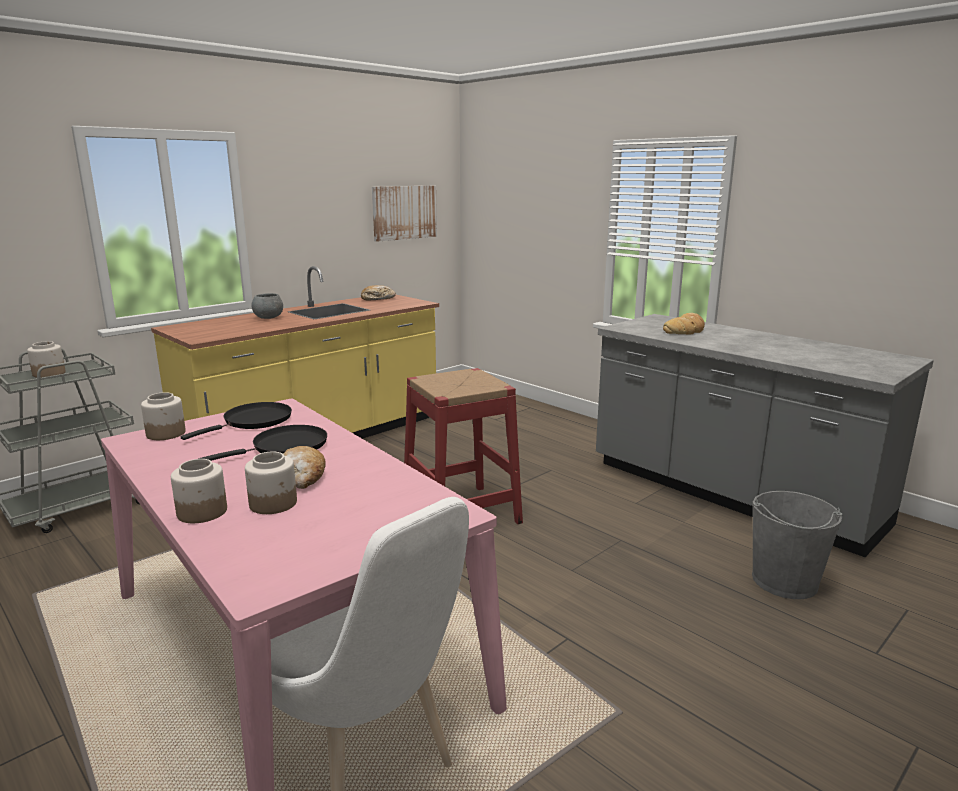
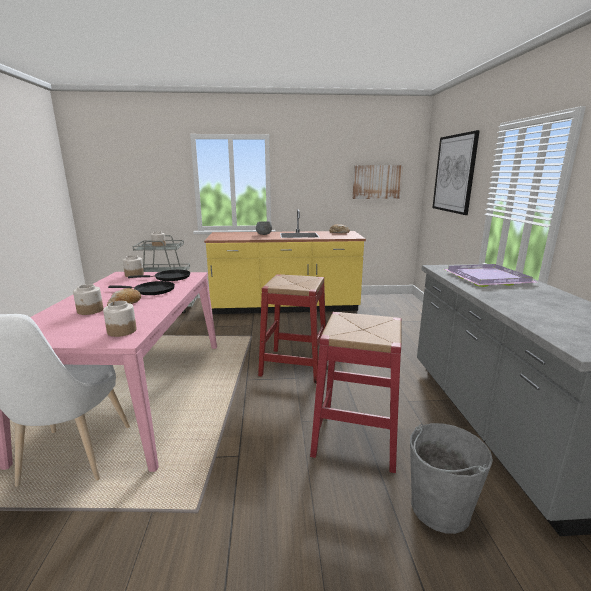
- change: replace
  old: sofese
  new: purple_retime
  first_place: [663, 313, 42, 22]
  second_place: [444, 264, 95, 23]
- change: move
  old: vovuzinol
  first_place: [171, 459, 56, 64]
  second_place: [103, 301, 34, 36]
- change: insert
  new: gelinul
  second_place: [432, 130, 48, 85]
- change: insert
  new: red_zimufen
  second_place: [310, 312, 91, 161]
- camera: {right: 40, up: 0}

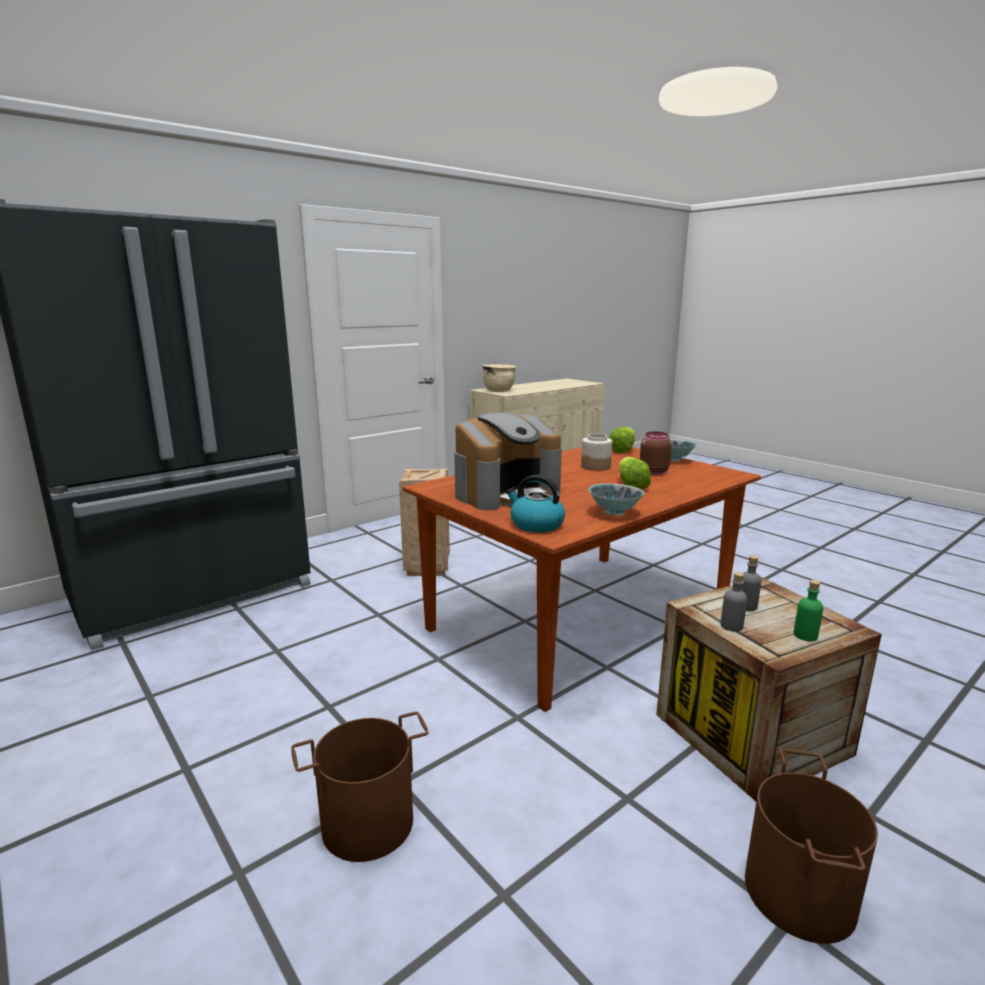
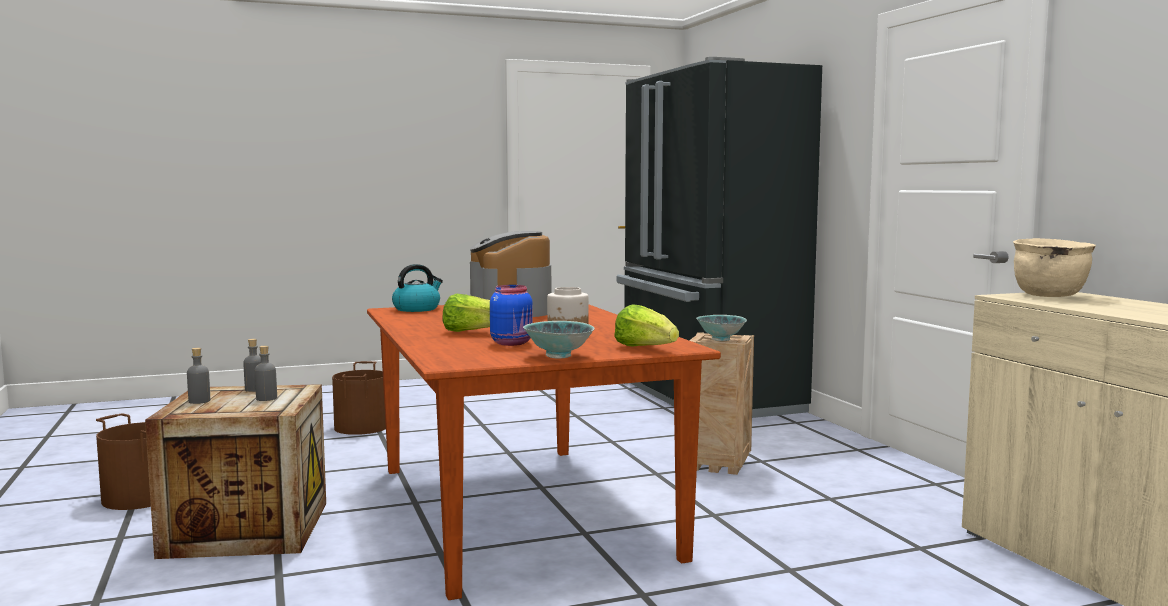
- change: recolor
  old: brown_vovuzinol
  new: blue_vovuzinol
  first_place: [640, 431, 32, 44]
  second_place: [490, 285, 43, 61]
- change: move
  old: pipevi
  first_place: [589, 483, 56, 33]
  second_place: [696, 315, 51, 26]
- change: recolor
  old: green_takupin
  new: grey_takupin
  first_place: [794, 580, 29, 61]
  second_place: [187, 348, 23, 56]
- camera: {right: 110, up: -10}

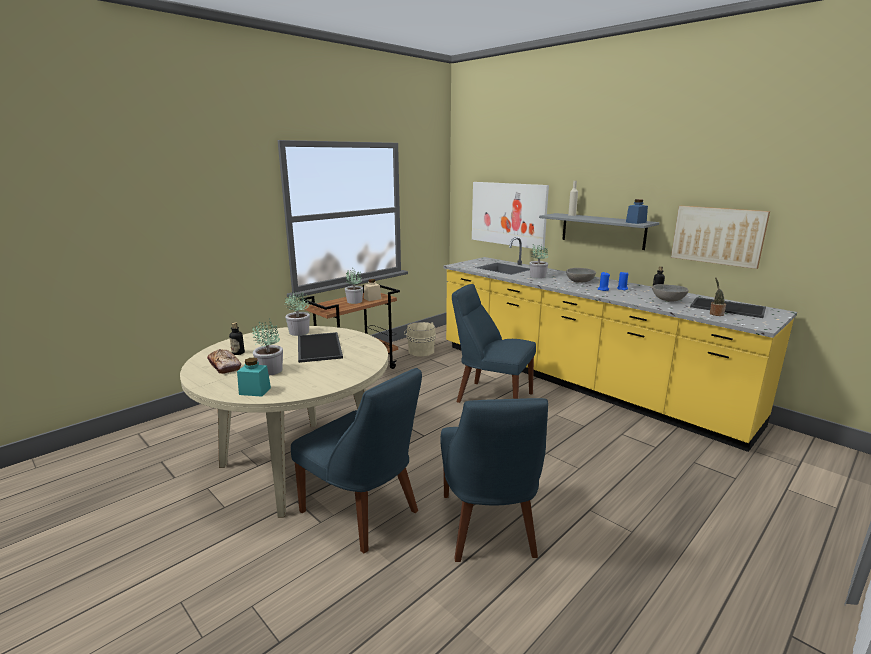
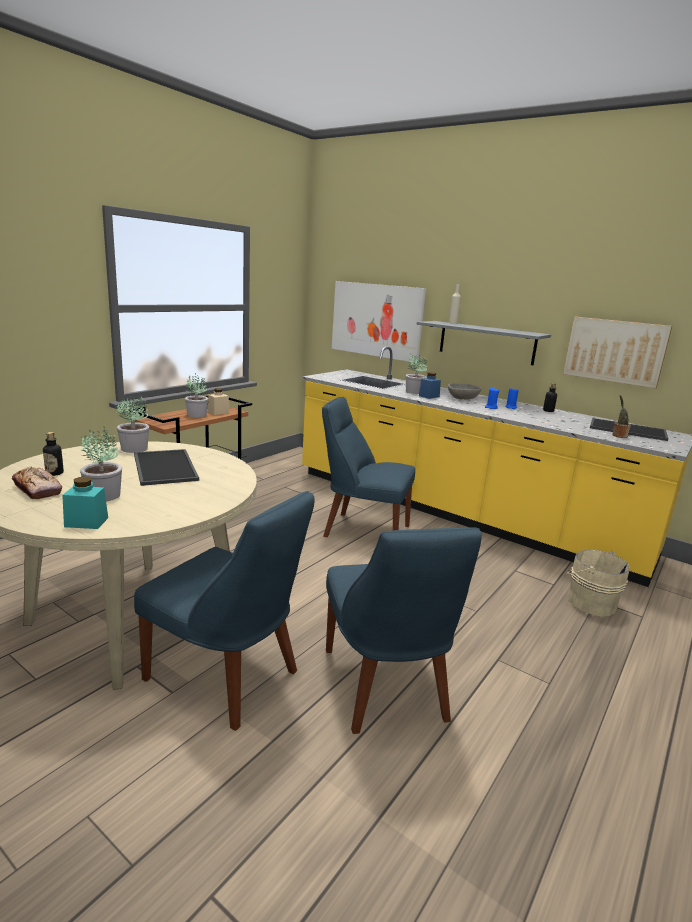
- change: move
  old: blue_vovuzinol
  first_place: [626, 199, 22, 25]
  second_place: [419, 372, 22, 27]
- change: delete
  old: grey_pipevi
  first_place: [652, 284, 37, 18]
- change: move
  old: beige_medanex
  first_place: [404, 322, 32, 35]
  second_place: [567, 550, 63, 67]
- camera: {right: -10, up: 0}

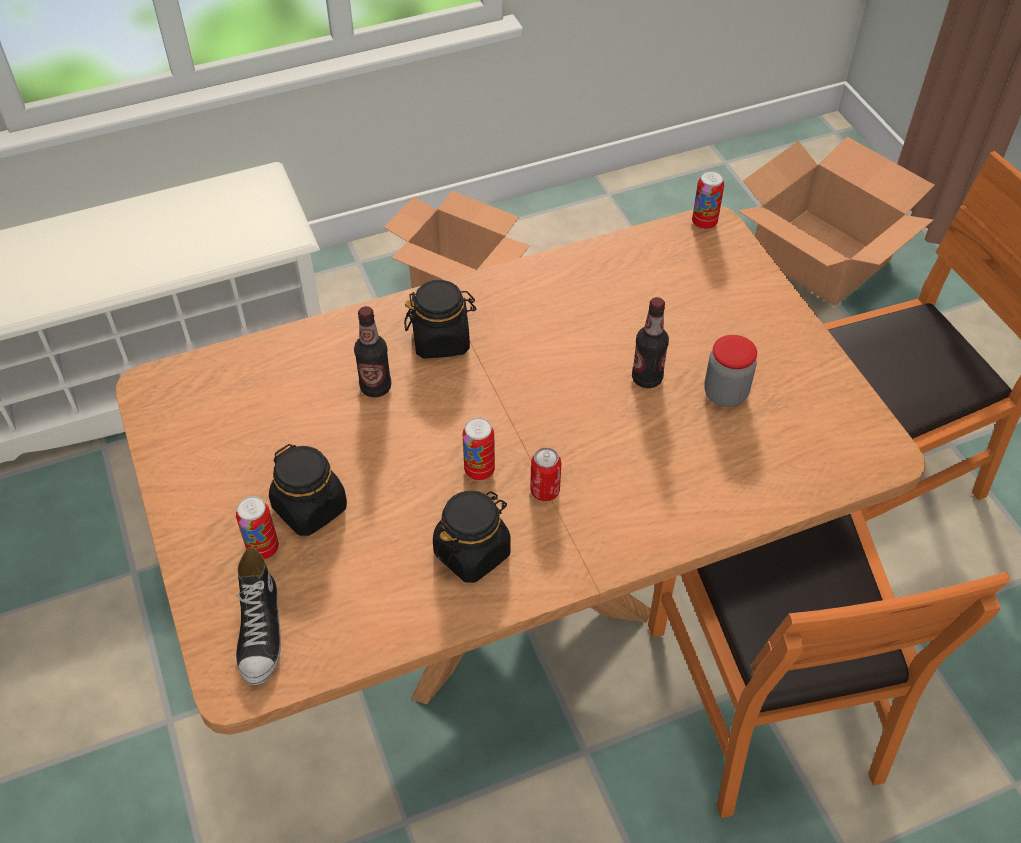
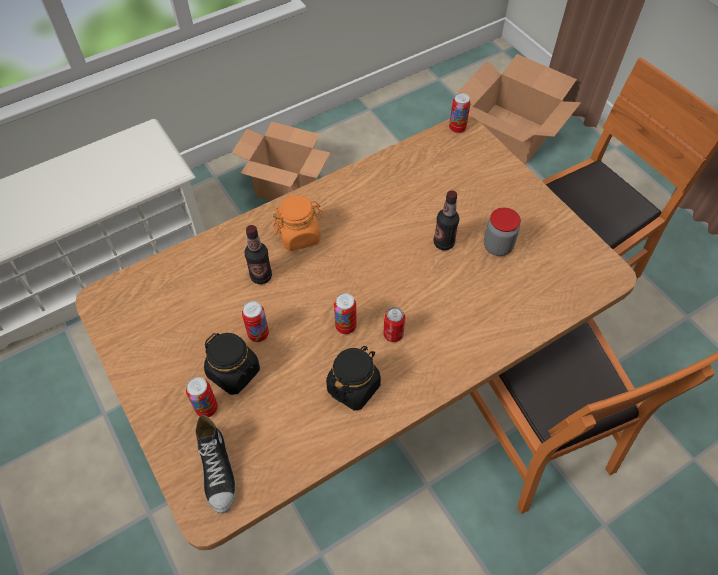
- change: recolor
  old: black_vovuzinol
  new: orange_vovuzinol
  first_place: [404, 280, 73, 79]
  second_place: [273, 195, 50, 56]
- change: insert
  new: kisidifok
  second_place: [242, 301, 27, 41]
- camera: {right: -10, up: 5}

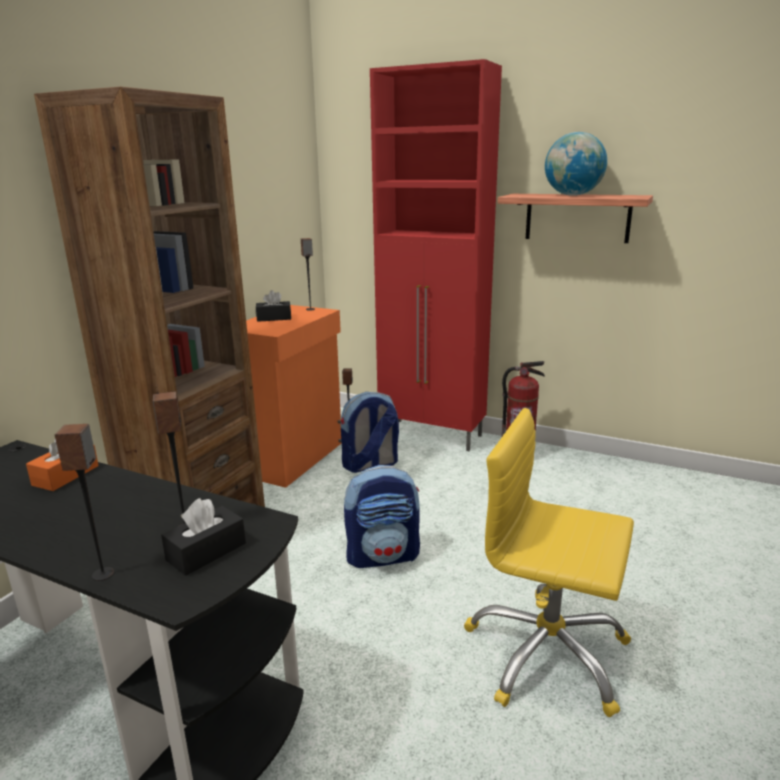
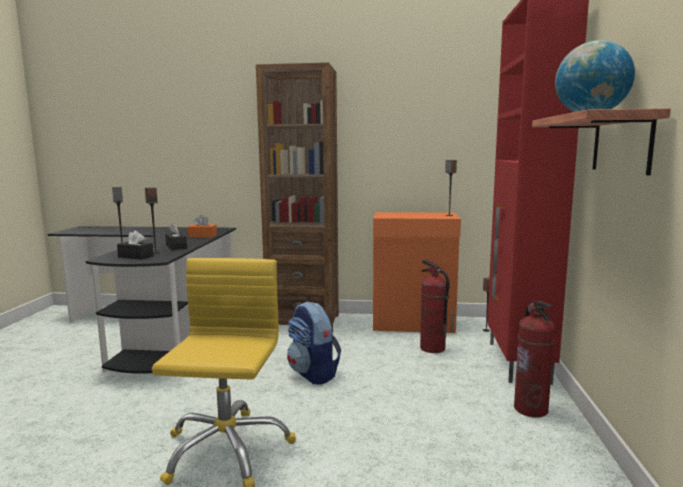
- change: move
  old: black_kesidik
  first_place: [256, 290, 35, 32]
  second_place: [165, 223, 22, 27]
- change: replace
  old: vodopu
  new: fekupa
  first_place: [341, 392, 58, 81]
  second_place: [420, 260, 30, 93]
- camera: {right: 70, up: -10}

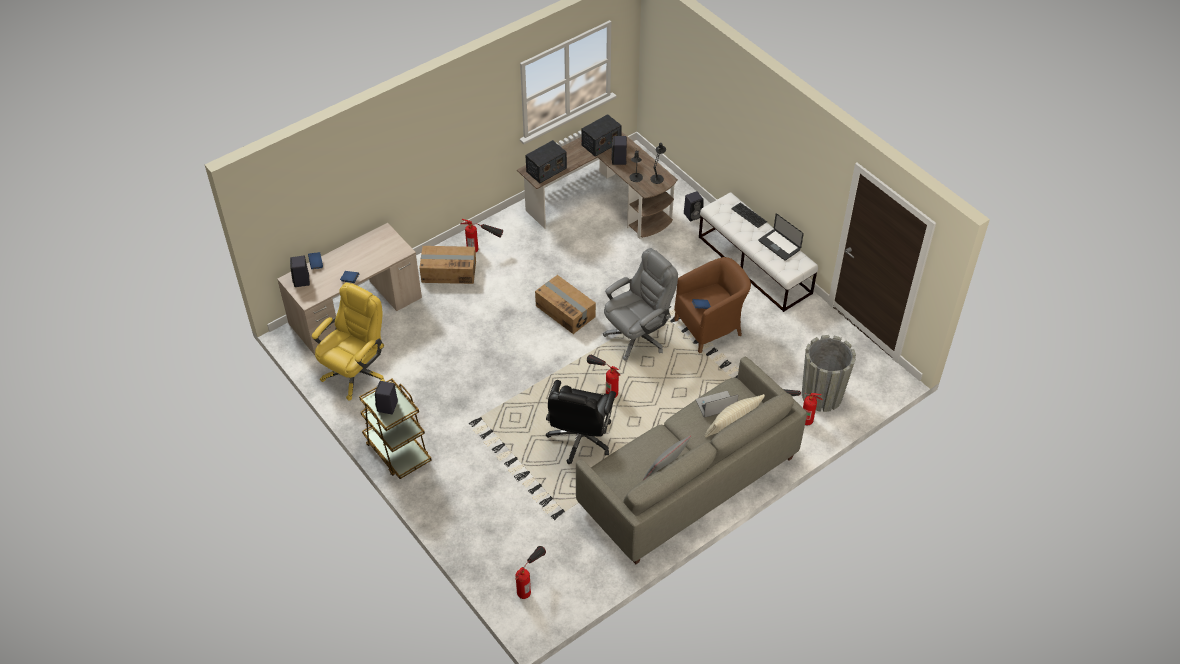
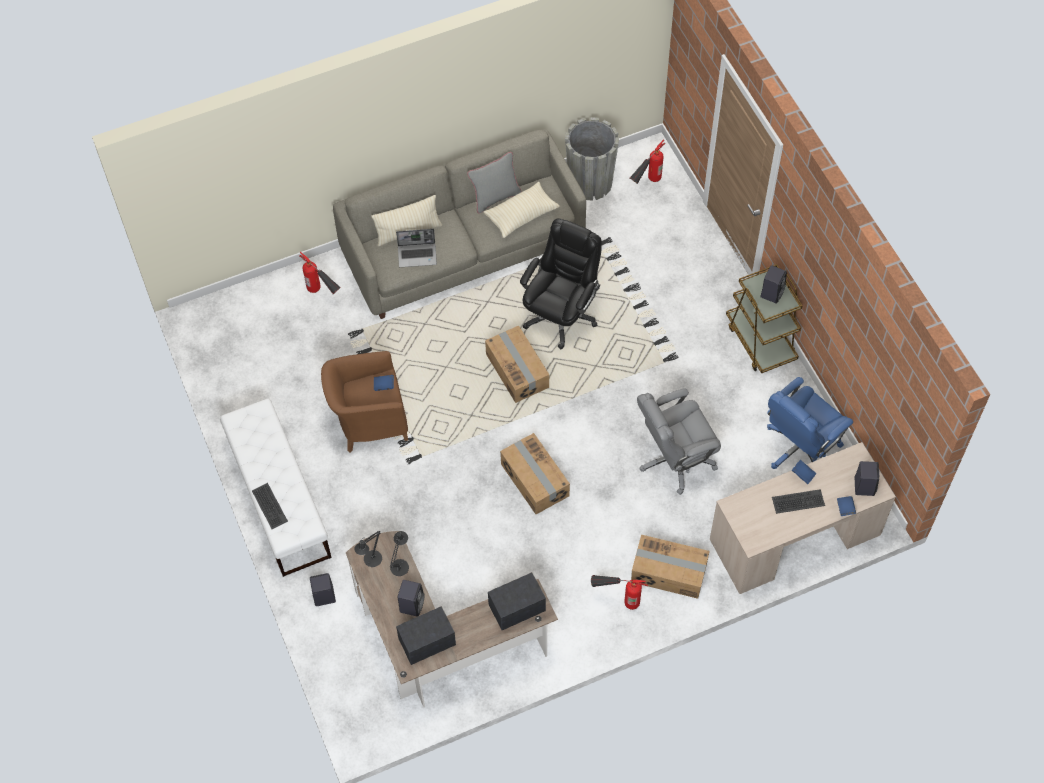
- change: delete
  old: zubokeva
  first_place: [758, 213, 46, 48]
- change: move
  old: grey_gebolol
  first_place: [603, 248, 75, 113]
  second_place: [637, 388, 84, 107]
- change: recolor
  old: yellow_gebolol
  new: blue_gebolol
  first_place: [312, 282, 73, 119]
  second_place: [767, 377, 86, 92]
- change: move
  old: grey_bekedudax
  first_place: [802, 335, 54, 77]
  second_place: [565, 117, 54, 84]
- change: replace
  old: fekupa
  new: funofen
  first_place: [587, 355, 33, 43]
  second_place: [485, 326, 64, 77]
- change: insert
  new: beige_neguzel
  second_place: [484, 182, 76, 56]
- change: insert
  new: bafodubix
  second_place: [772, 489, 53, 25]
- camera: {right: -165, up: 10}

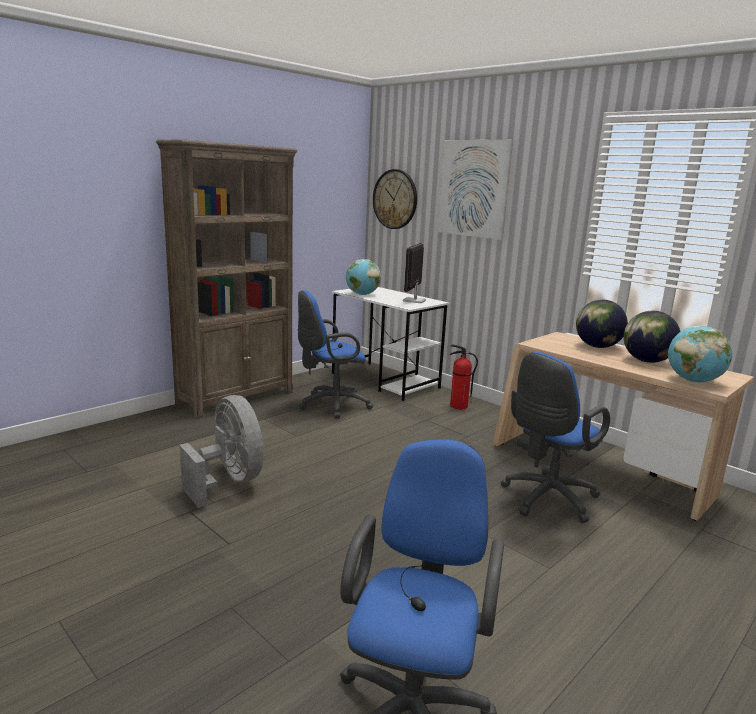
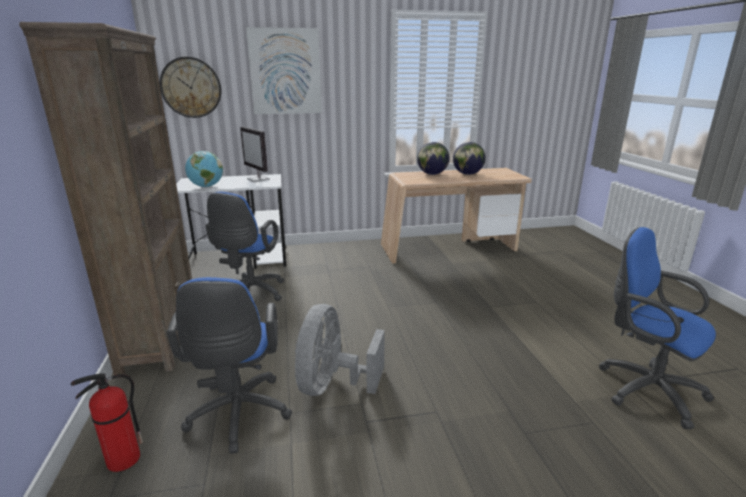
- change: delete
  old: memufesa
  first_place: [668, 326, 64, 57]
- change: move
  old: fekupa
  first_place: [450, 344, 28, 65]
  second_place: [71, 373, 72, 99]
- change: move
  old: blue_gebolol
  first_place: [501, 352, 109, 171]
  second_place: [167, 277, 125, 177]
- change: rotate
  old: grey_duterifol
  first_place: [180, 395, 84, 113]
  second_place: [295, 304, 90, 92]
  degrees: -75
- camera: {right: -55, up: 5}

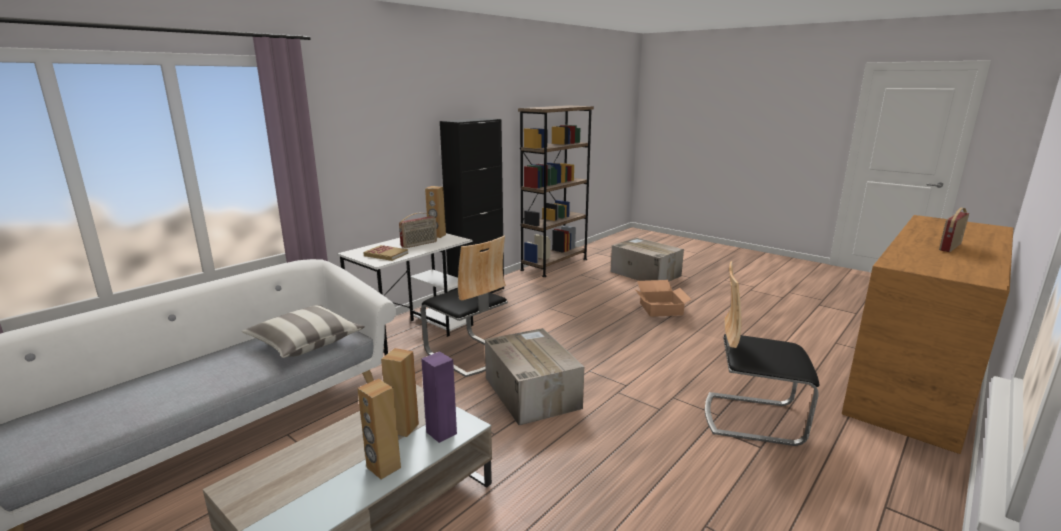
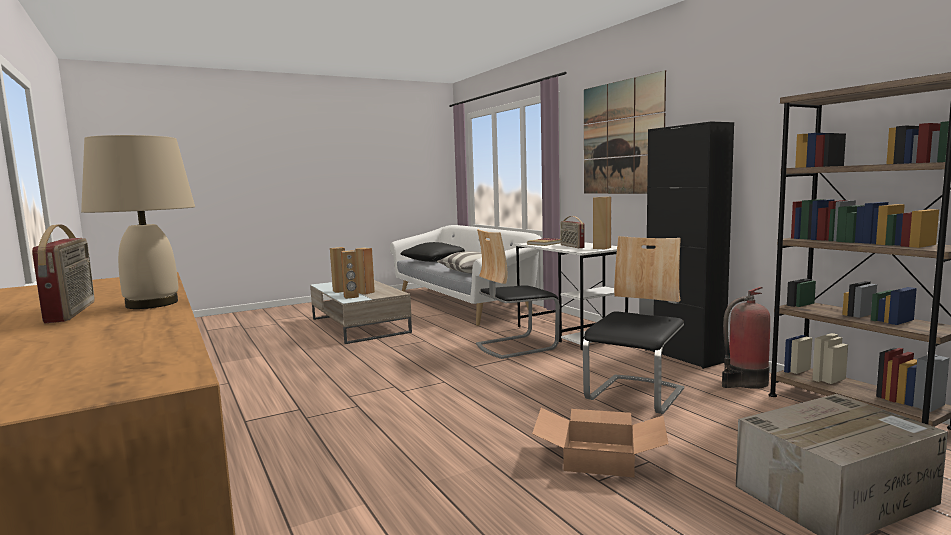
- change: move
  old: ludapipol
  first_place: [705, 261, 115, 185]
  second_place: [583, 236, 101, 178]
- change: delete
  old: funofen
  first_place: [485, 328, 99, 97]
- change: recolor
  old: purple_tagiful
  new: brown_tagiful
  first_place: [421, 351, 36, 92]
  second_place: [341, 250, 18, 49]
- change: insert
  new: gelinul
  second_place: [584, 70, 82, 124]
- change: insert
  new: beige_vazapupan
  second_place: [81, 135, 114, 174]
- change: insert
  new: black_neguzel
  second_place: [400, 242, 65, 20]
- change: insert
  new: fekupa
  second_place: [722, 287, 48, 102]
- camera: {right: 110, up: -10}

